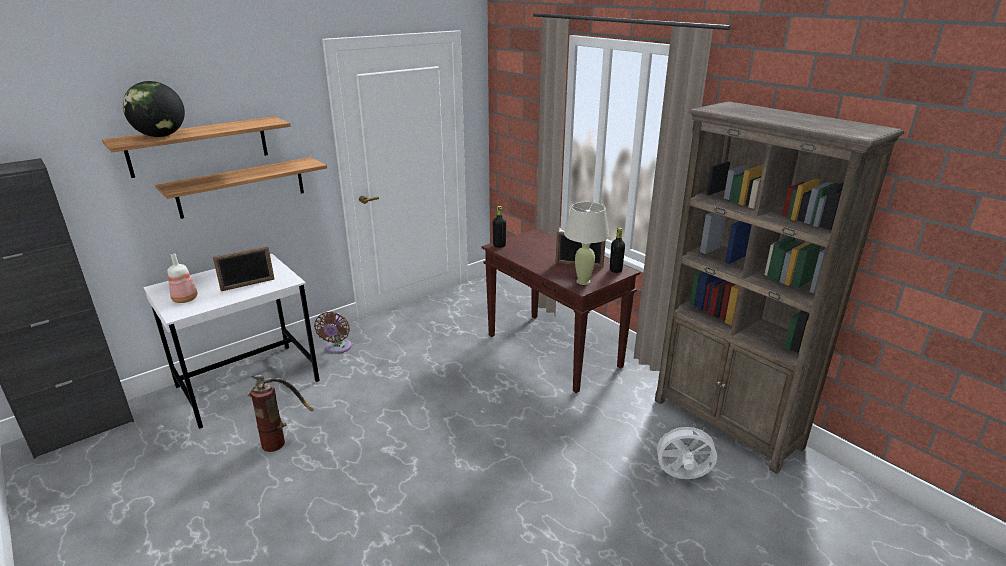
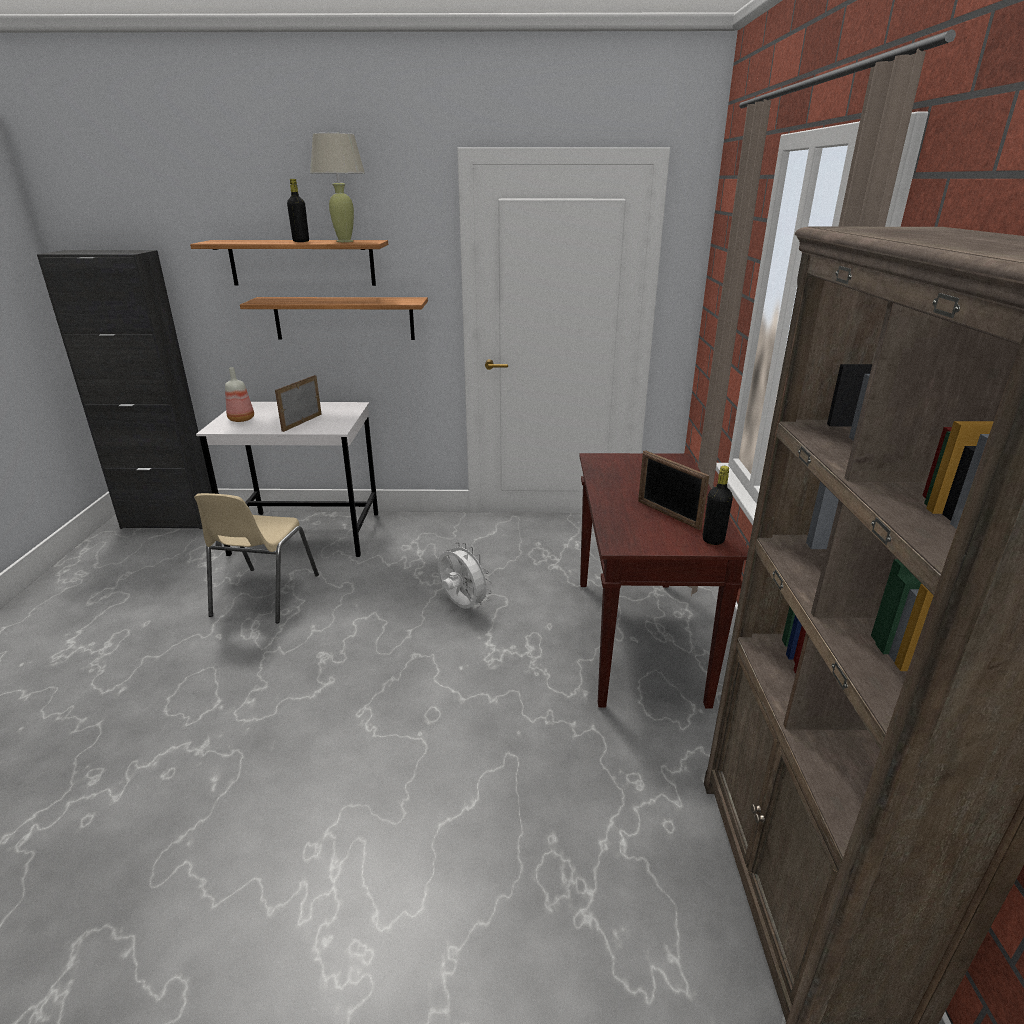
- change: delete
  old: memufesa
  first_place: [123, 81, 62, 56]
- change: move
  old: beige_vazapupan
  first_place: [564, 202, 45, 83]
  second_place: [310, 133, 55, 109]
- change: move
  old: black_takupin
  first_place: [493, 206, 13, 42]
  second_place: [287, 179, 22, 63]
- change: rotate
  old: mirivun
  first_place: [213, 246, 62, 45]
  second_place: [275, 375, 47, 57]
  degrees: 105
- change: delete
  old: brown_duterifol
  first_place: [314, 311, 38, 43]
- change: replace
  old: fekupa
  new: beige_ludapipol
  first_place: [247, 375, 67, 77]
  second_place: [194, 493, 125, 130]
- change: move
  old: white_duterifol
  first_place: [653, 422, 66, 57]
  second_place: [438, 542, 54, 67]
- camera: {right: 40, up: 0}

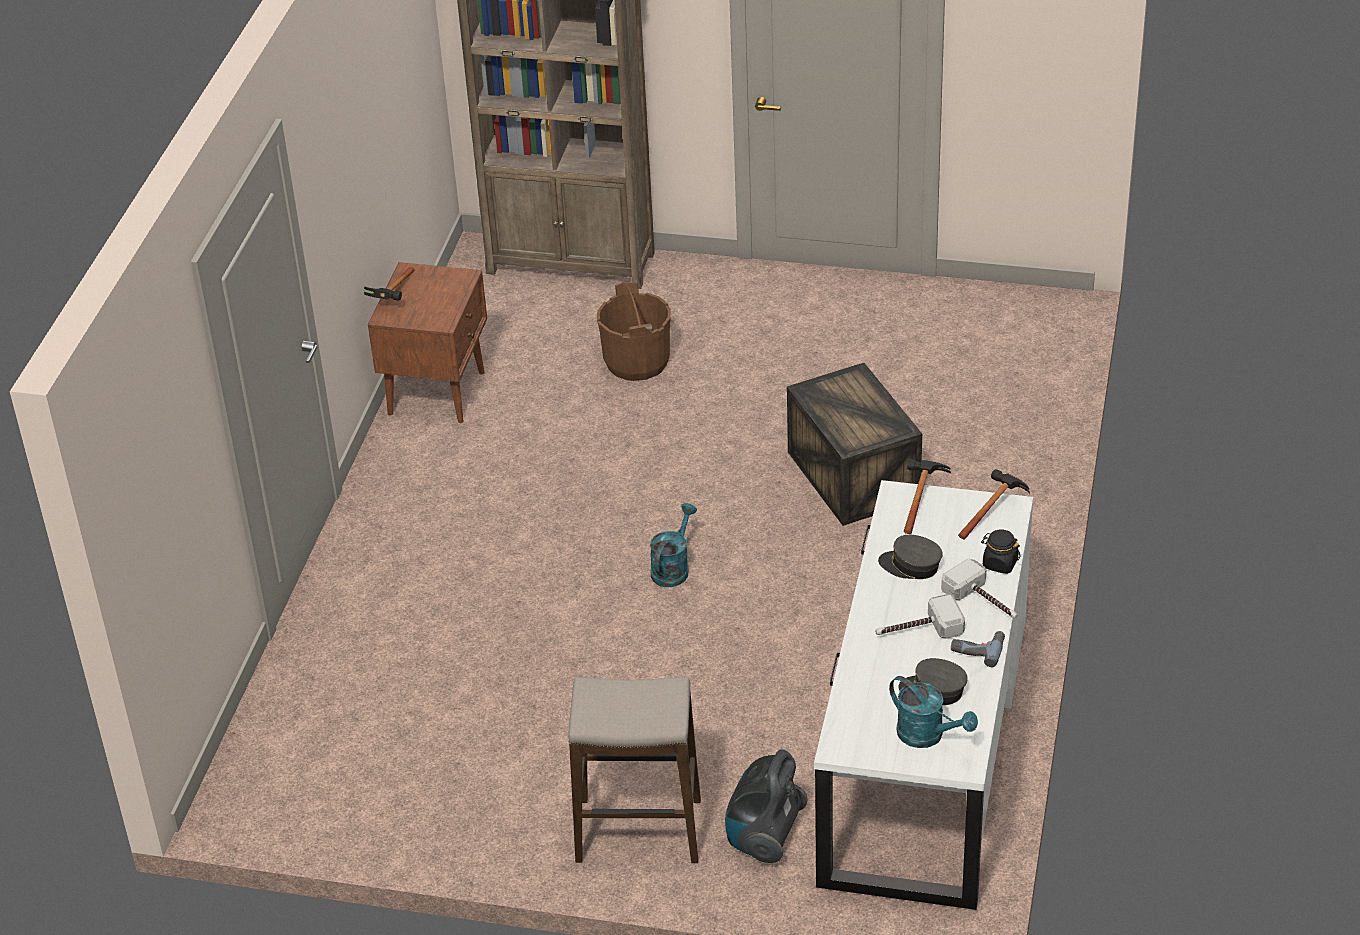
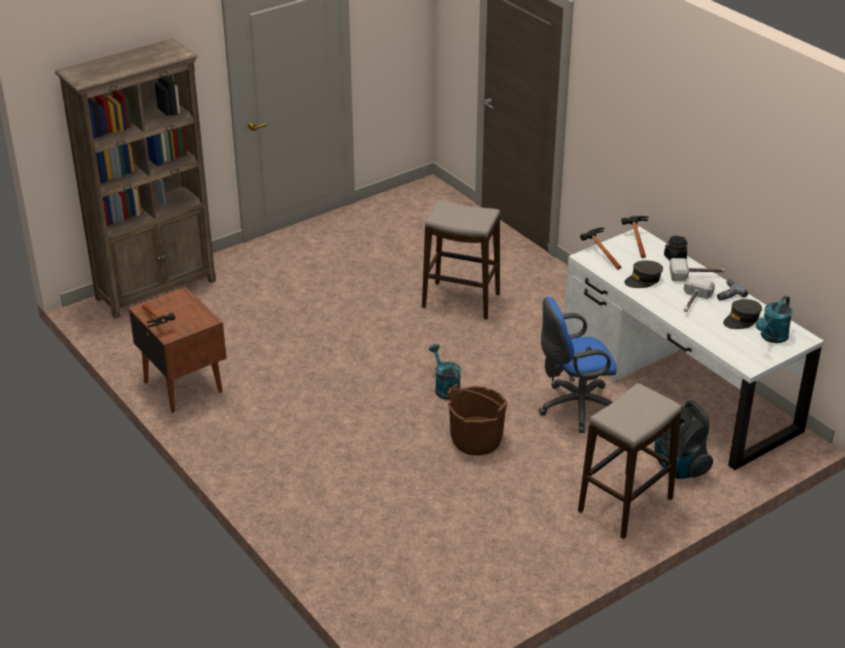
- change: move
  old: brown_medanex
  first_place: [597, 282, 74, 99]
  second_place: [448, 384, 60, 72]
- change: replace
  old: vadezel
  new: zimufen
  first_place: [787, 363, 135, 163]
  second_place: [422, 200, 78, 120]
- change: rotate
  old: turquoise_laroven
  first_place: [889, 676, 89, 72]
  second_place: [756, 296, 36, 47]
  degrees: 135
- change: insert
  new: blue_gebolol
  second_place: [538, 297, 79, 136]
- camera: {right: -50, up: -5}

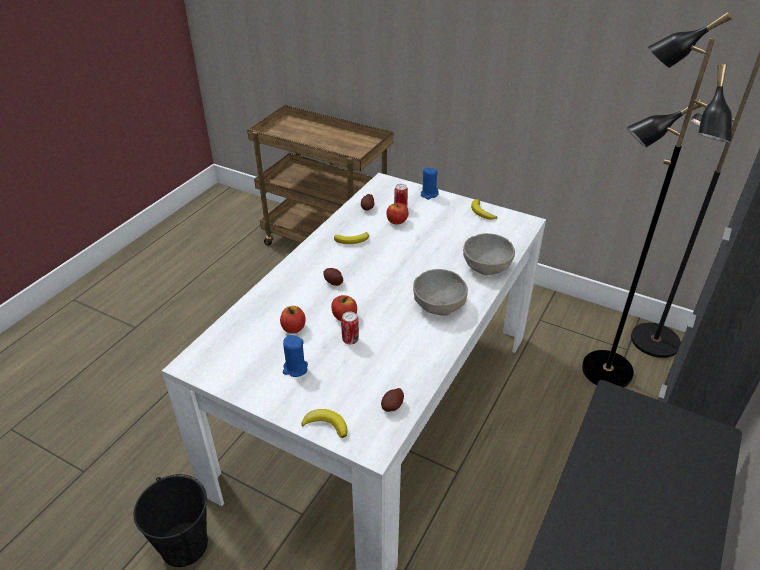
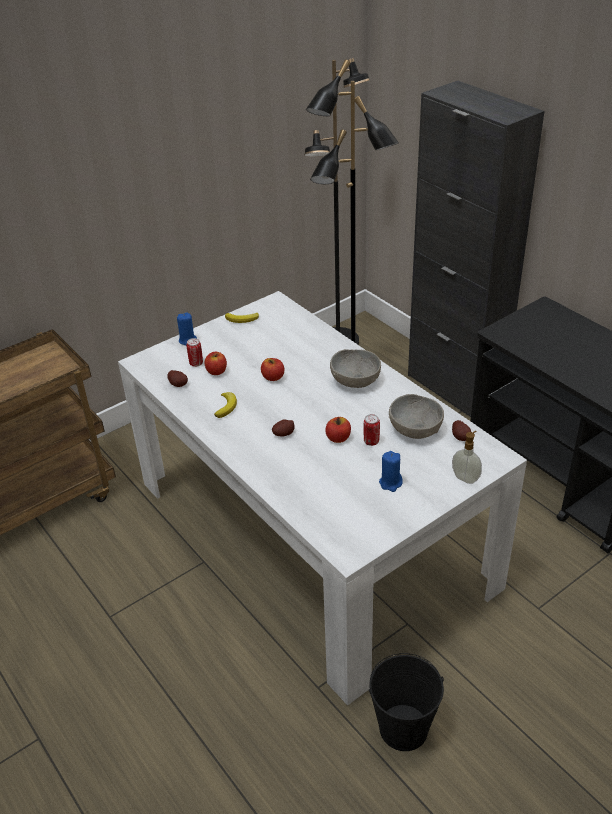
- change: move
  old: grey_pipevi
  first_place: [463, 233, 52, 43]
  second_place: [389, 394, 55, 45]
- change: move
  old: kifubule
  first_place: [280, 306, 26, 27]
  second_place: [261, 358, 23, 23]
- change: replace
  old: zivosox
  new: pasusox
  first_place: [301, 409, 47, 29]
  second_place: [452, 431, 30, 53]
- camera: {right: -65, up: 0}

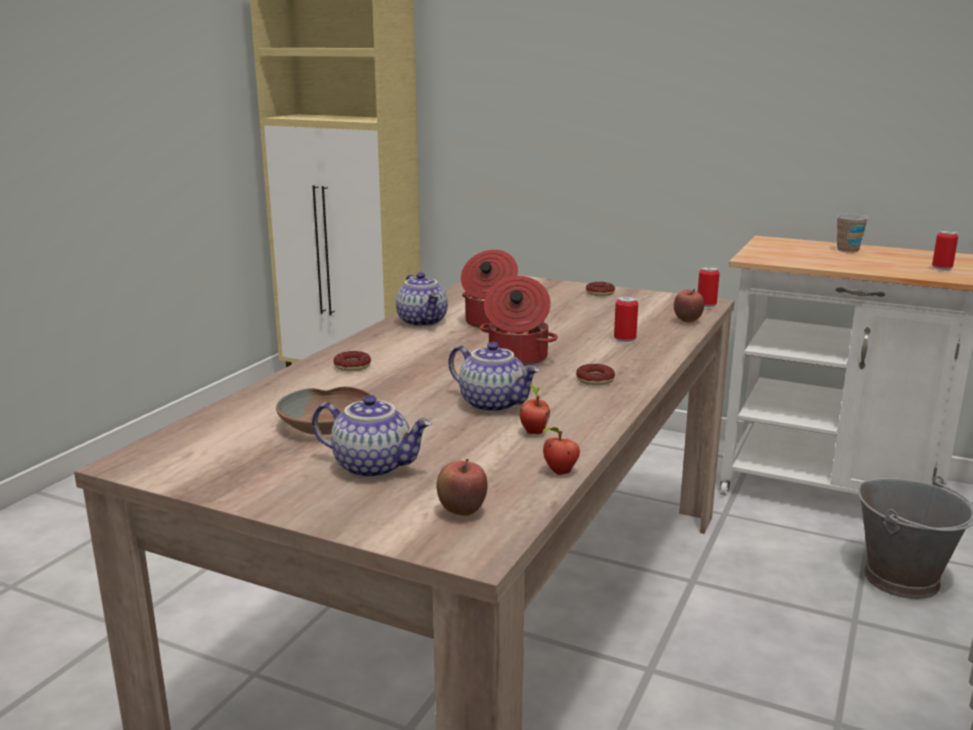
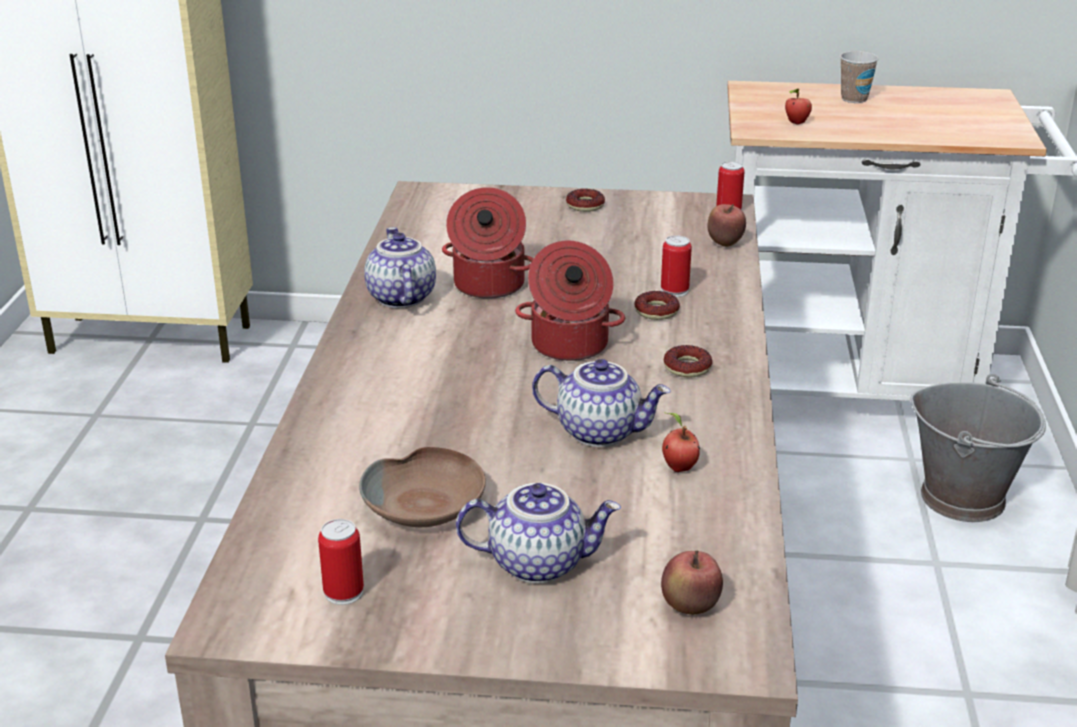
- change: move
  old: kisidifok
  first_place: [932, 230, 26, 41]
  second_place: [318, 519, 46, 86]
- change: rotate
  old: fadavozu
  first_place: [396, 272, 52, 55]
  second_place: [364, 227, 72, 81]
  degrees: -150
- change: move
  old: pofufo
  first_place: [333, 351, 38, 21]
  second_place: [634, 291, 46, 29]
- change: move
  old: kifubule
  first_place: [543, 427, 37, 48]
  second_place: [785, 89, 27, 36]
- camera: {right: -20, up: 10}

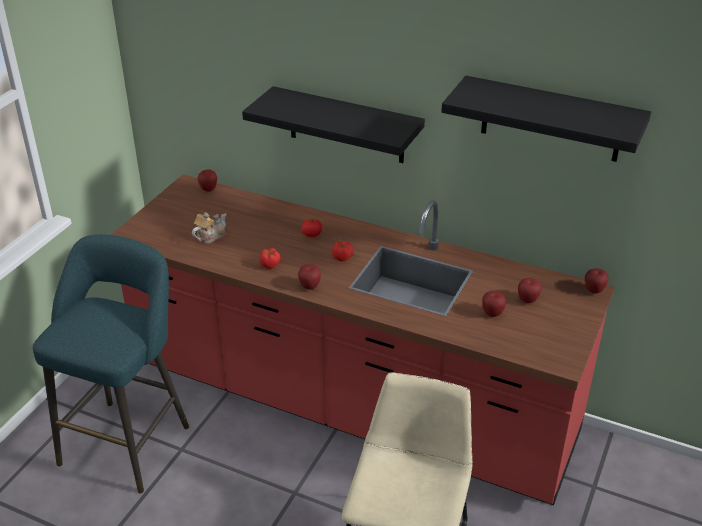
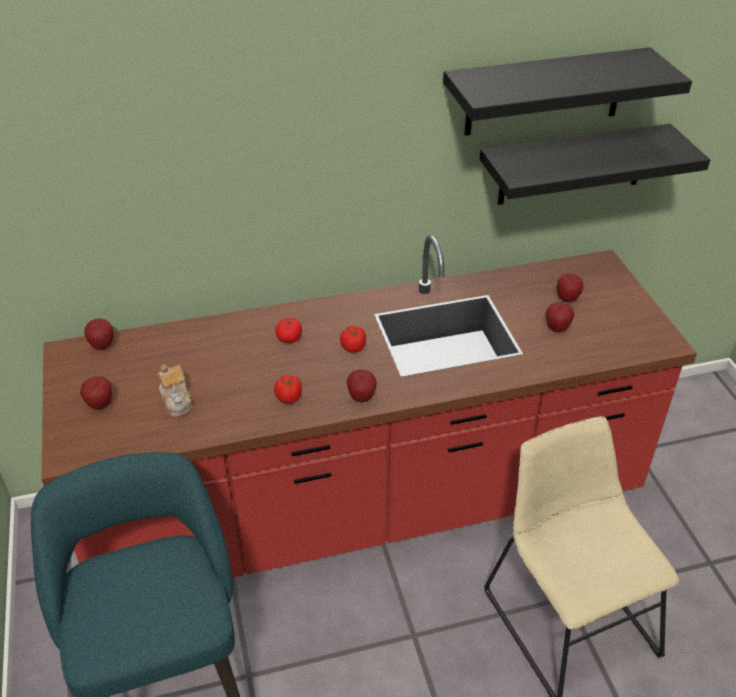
- change: move
  old: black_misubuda
  first_place: [242, 86, 183, 77]
  second_place: [480, 124, 230, 81]
- change: rotate
  old: fadavozu
  first_place: [192, 213, 34, 31]
  second_place: [157, 364, 35, 53]
  degrees: 150
- change: move
  old: kifubule
  first_place: [585, 268, 24, 26]
  second_place: [80, 376, 32, 33]
- camera: {right: -40, up: 5}

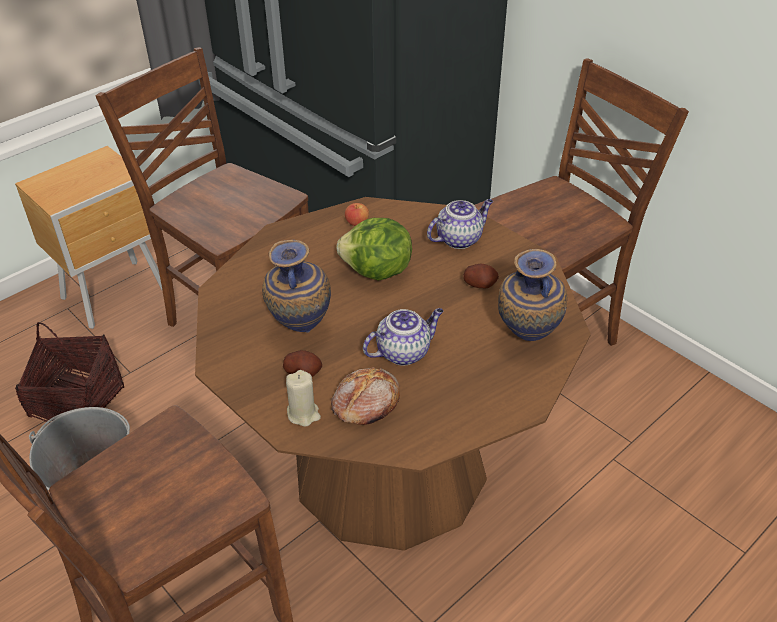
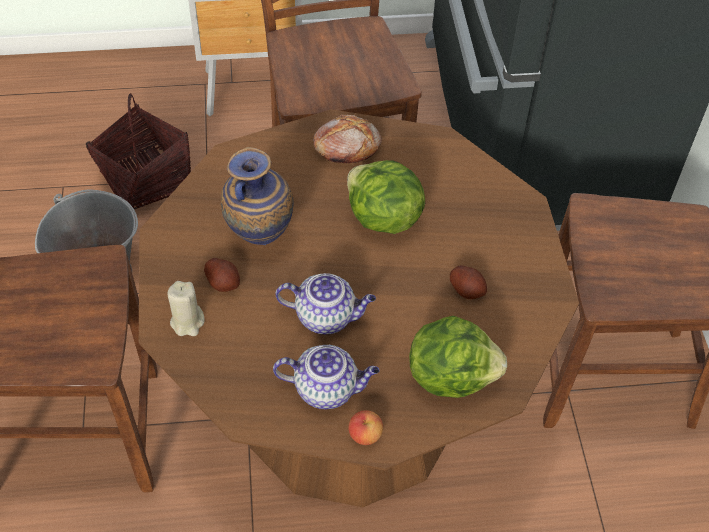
- change: move
  old: fadavozu
  first_place: [427, 199, 66, 50]
  second_place: [273, 345, 106, 64]
- change: move
  old: kifubule
  first_place: [345, 203, 24, 23]
  second_place: [348, 410, 35, 35]
- change: replace
  old: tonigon
  new: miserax
  first_place: [498, 249, 69, 92]
  second_place: [409, 316, 99, 82]
- change: move
  old: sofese
  first_place: [331, 367, 69, 58]
  second_place: [313, 115, 69, 48]
- camera: {right: 35, up: 10}

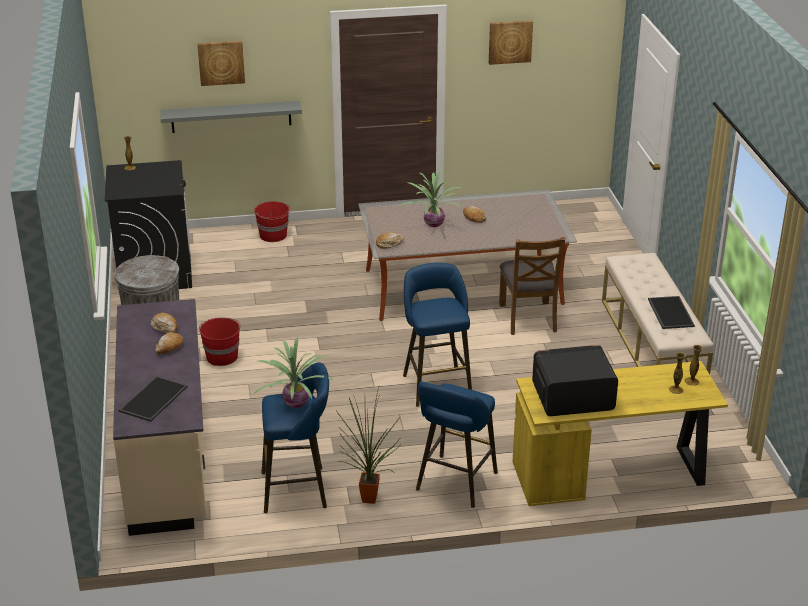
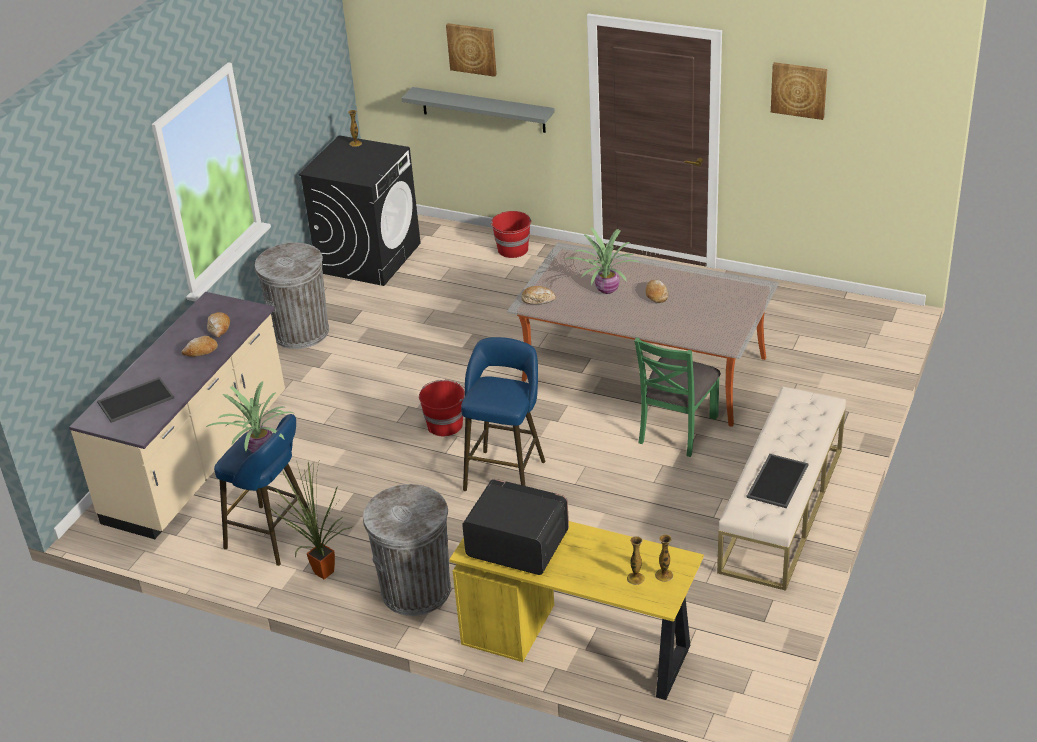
- change: recolor
  old: brown_ludapipol
  new: green_ludapipol
  first_place: [499, 237, 66, 98]
  second_place: [634, 337, 87, 120]
- change: move
  old: red_medanex
  first_place: [199, 317, 42, 49]
  second_place: [419, 380, 46, 56]
- change: replace
  old: blue_zimufen
  new: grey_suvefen
  first_place: [416, 382, 82, 126]
  second_place: [363, 484, 88, 132]
- camera: {right: 35, up: 5}

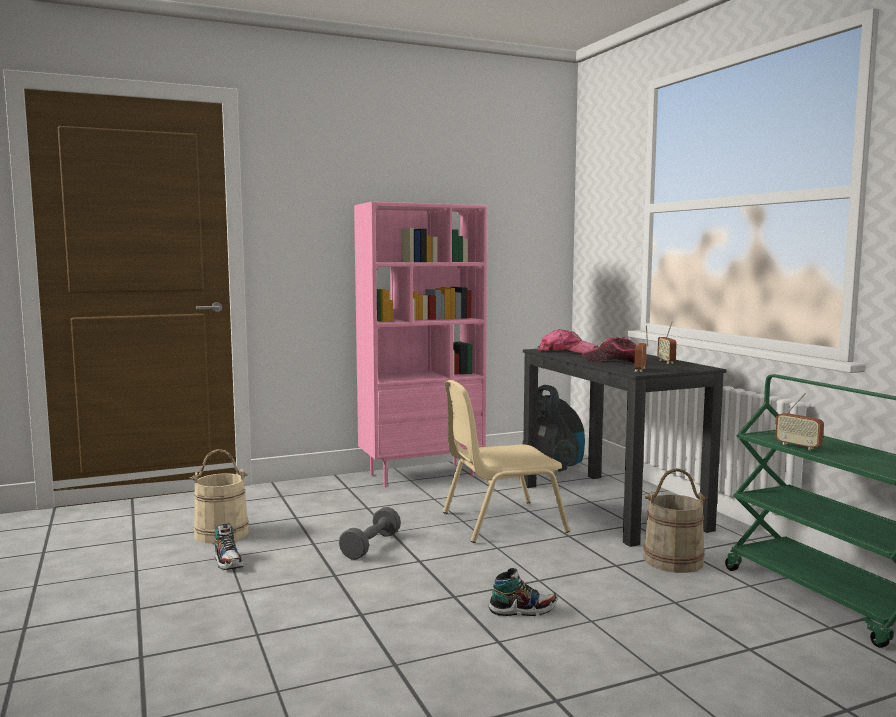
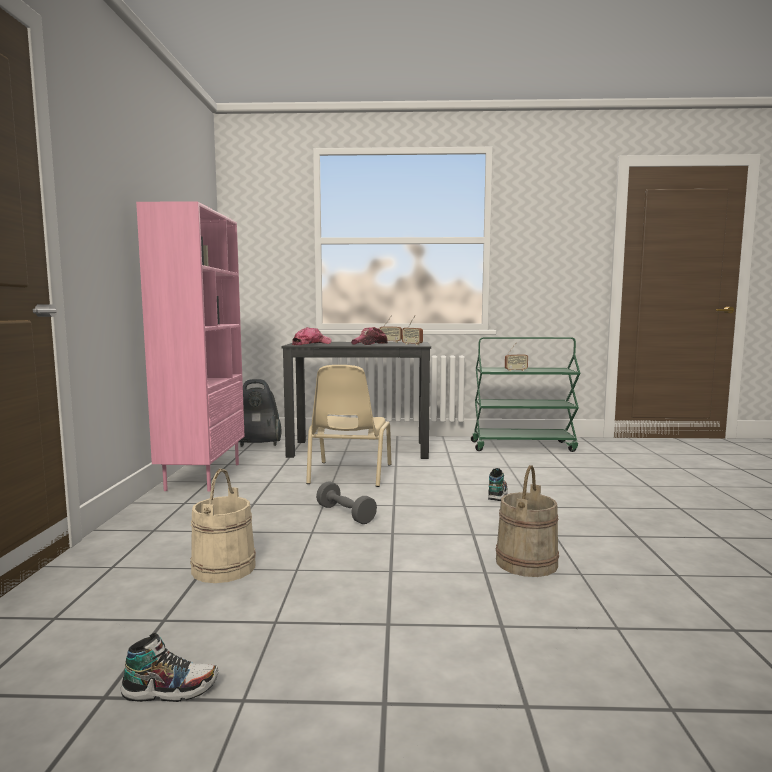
- change: move
  old: beige_medanex
  first_place: [643, 468, 65, 105]
  second_place: [496, 465, 63, 112]
- change: move
  old: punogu
  first_place: [214, 523, 30, 47]
  second_place: [121, 633, 97, 69]
- camera: {right: -65, up: 0}

